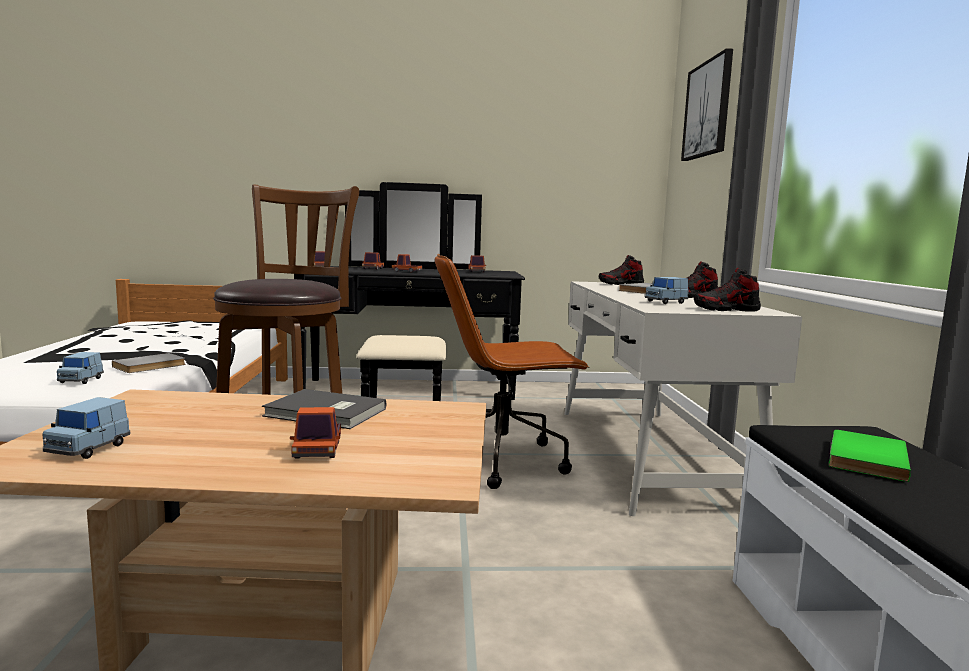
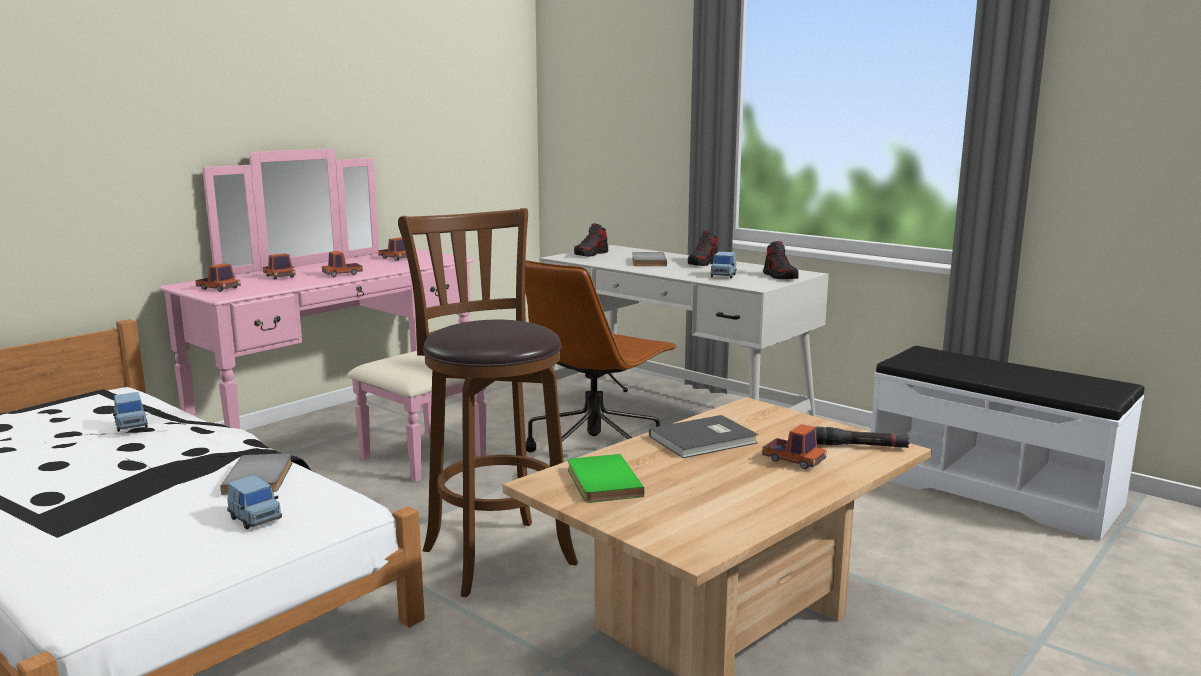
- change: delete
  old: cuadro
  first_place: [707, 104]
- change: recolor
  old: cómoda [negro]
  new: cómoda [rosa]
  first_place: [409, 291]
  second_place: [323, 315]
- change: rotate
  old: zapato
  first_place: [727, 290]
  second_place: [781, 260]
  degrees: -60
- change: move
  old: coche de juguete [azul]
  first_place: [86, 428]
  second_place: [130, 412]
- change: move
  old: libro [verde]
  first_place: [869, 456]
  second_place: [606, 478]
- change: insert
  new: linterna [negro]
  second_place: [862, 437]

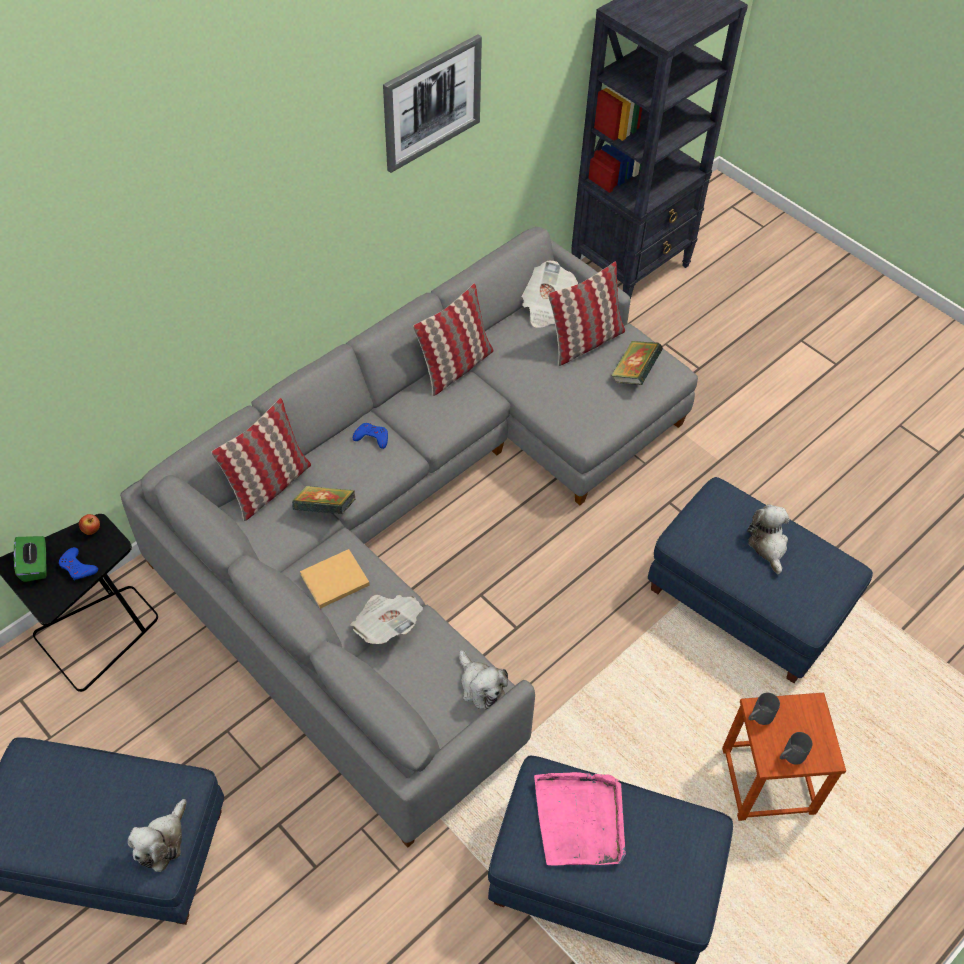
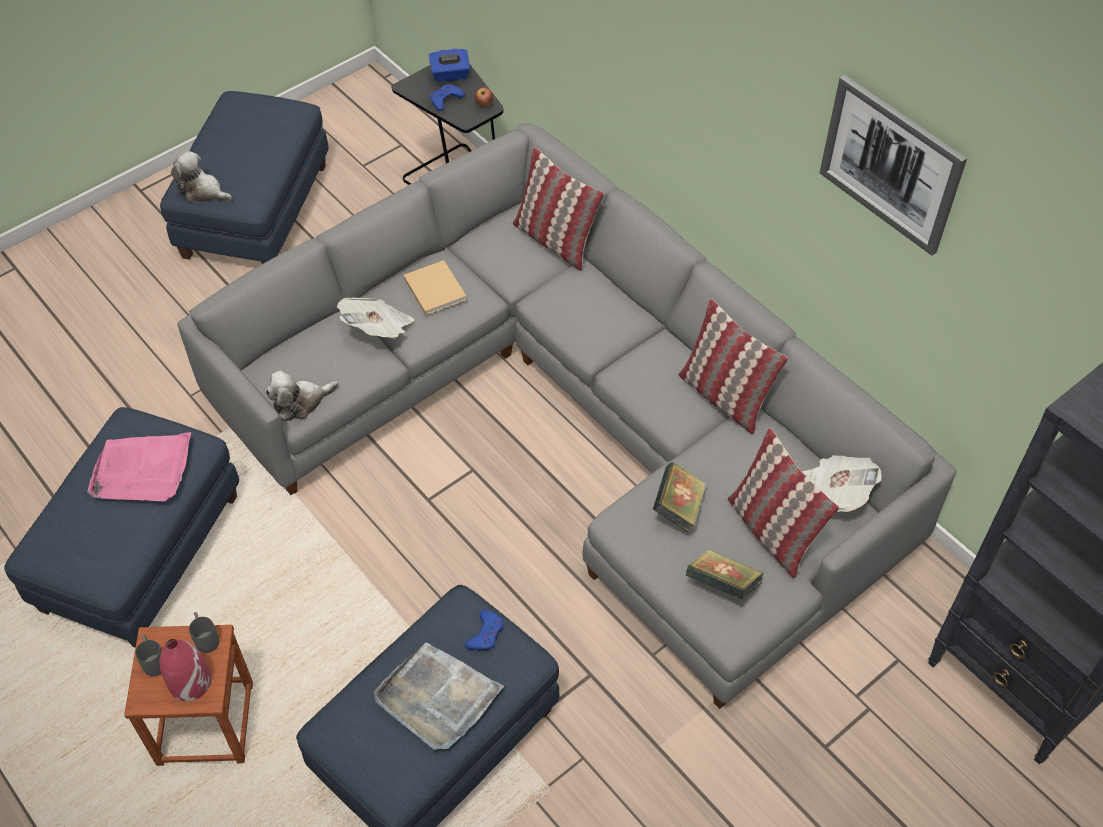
- change: move
  old: mando de consola [azul]
  first_place: [370, 436]
  second_place: [484, 630]
- change: move
  old: libro
  first_place: [323, 500]
  second_place: [680, 497]
- change: replace
  old: peluche
  new: bandeja [gris]
  first_place: [768, 539]
  second_place: [439, 696]
- change: recolor
  old: caja de pañuelos [verde]
  new: caja de pañuelos [azul]
  first_place: [30, 559]
  second_place: [449, 65]
- change: insert
  new: florero [rojo]
  second_place: [185, 670]

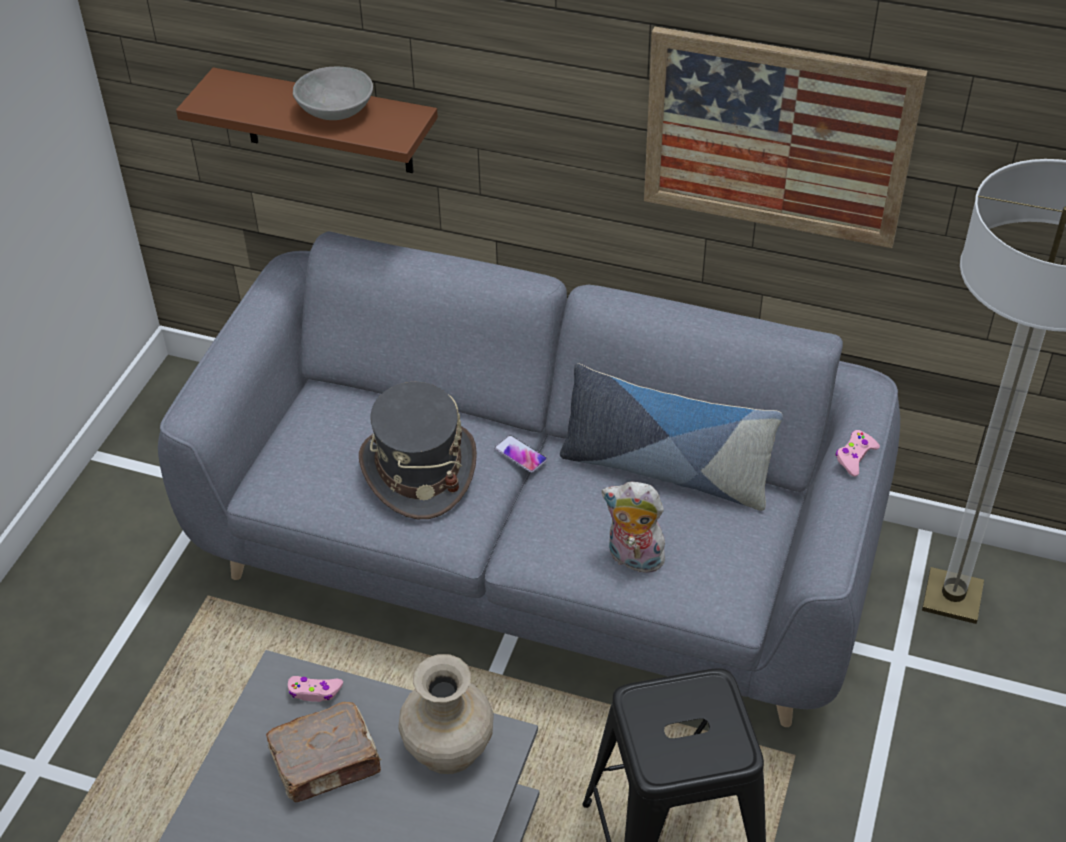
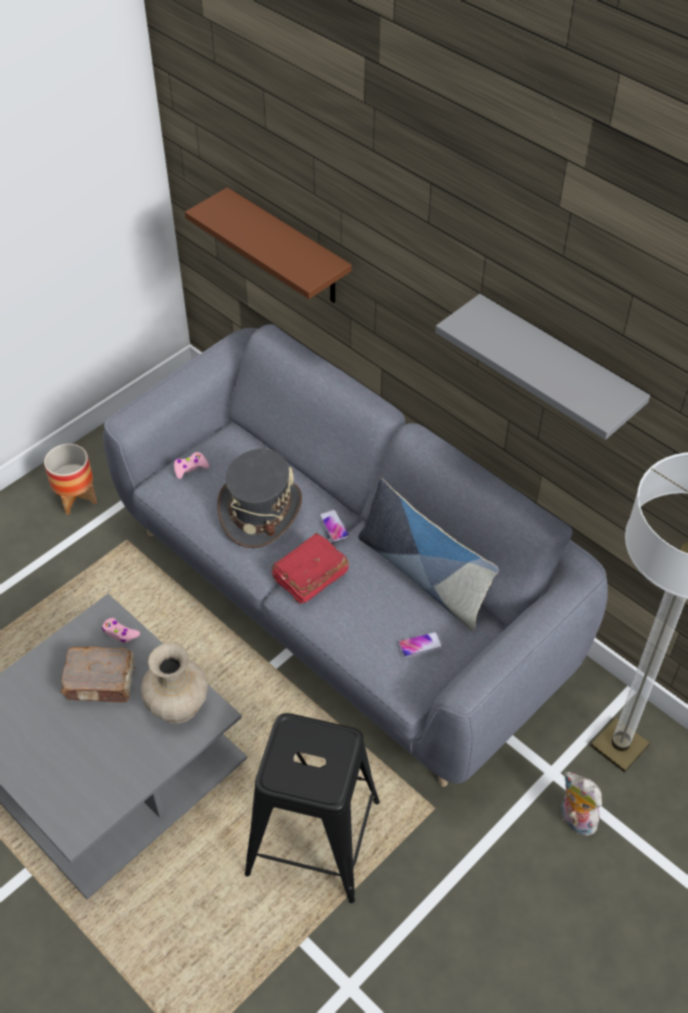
- change: replace
  old: cuadro
  new: estante [gris]
  first_place: [785, 137]
  second_place: [542, 367]
- change: delete
  old: cuenco [gris]
  first_place: [333, 93]
- change: move
  old: mando de consola [rosa]
  first_place: [858, 453]
  second_place: [191, 465]
- change: move
  old: peluche
  first_place: [635, 529]
  second_place: [581, 804]
- change: insert
  new: maceta
  second_place: [70, 479]
- change: insert
  new: libro [rojo]
  second_place: [310, 568]
- change: insert
  new: móvil
  second_place: [420, 644]

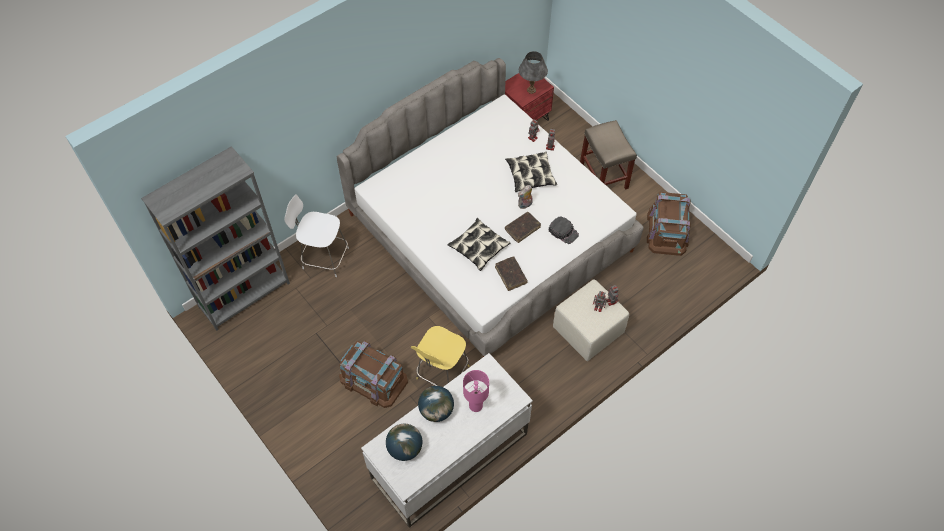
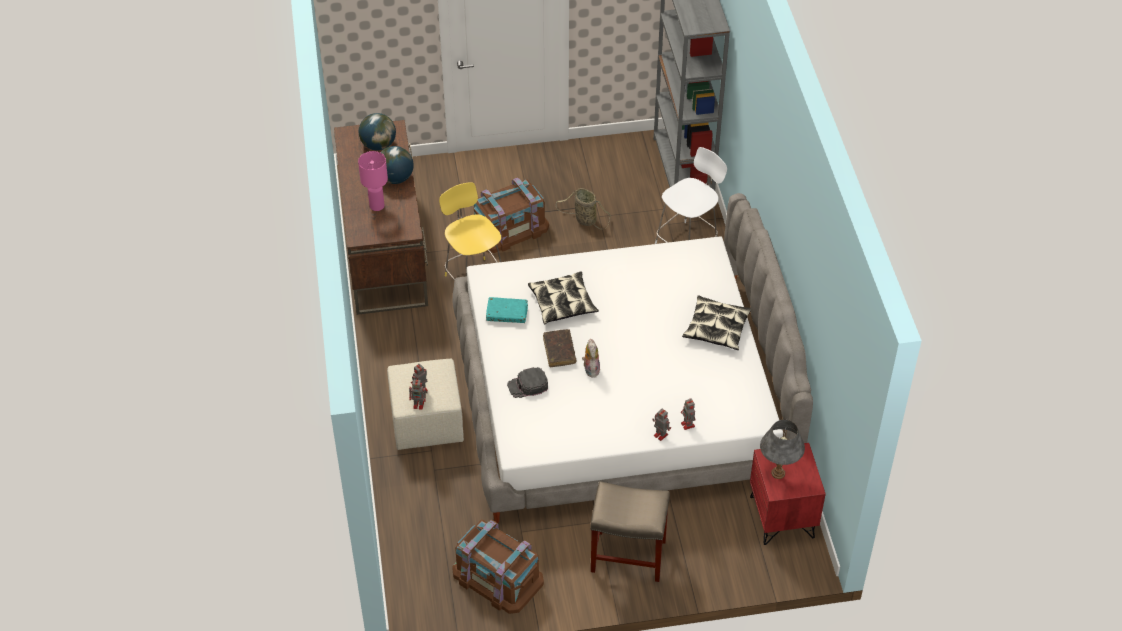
- change: move
  old: cojín
  first_place: [531, 171]
  second_place: [716, 322]
- change: recolor
  old: libro [marrón]
  new: libro [turquesa]
  first_place: [511, 274]
  second_place: [507, 310]
- change: recolor
  old: escritorio [blanco]
  new: escritorio [marrón]
  first_place: [447, 440]
  second_place: [381, 217]
- change: insert
  new: cesta
  second_place: [583, 208]

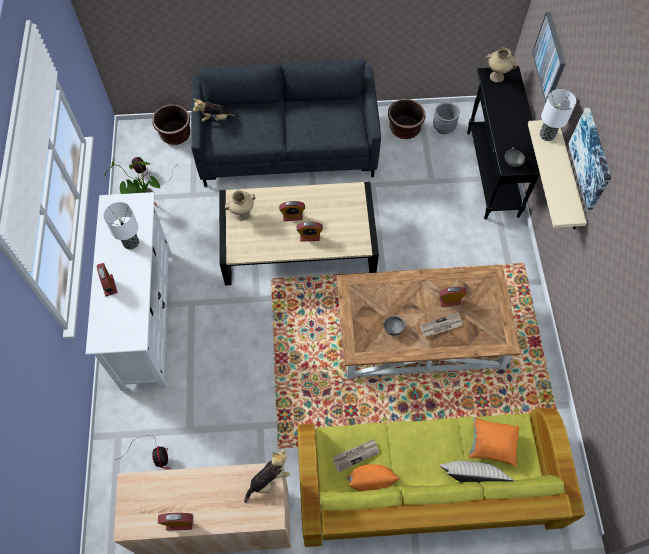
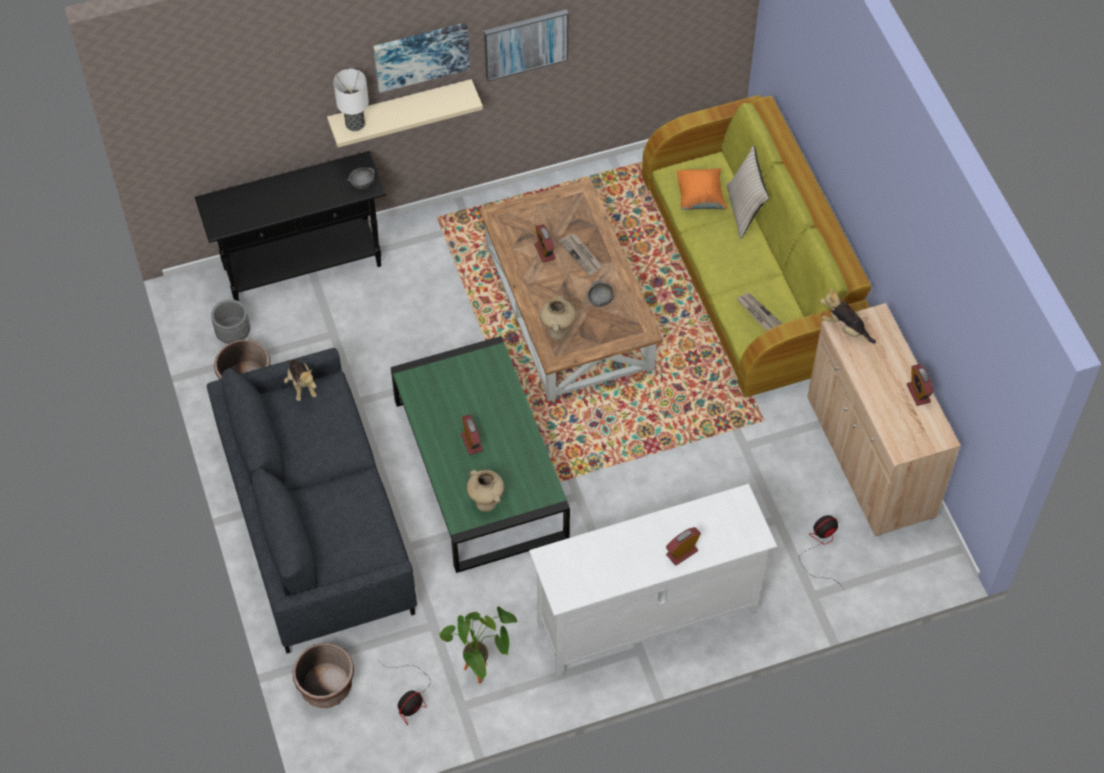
- change: move
  old: cuadro
  first_place: [549, 57]
  second_place: [526, 45]
- change: move
  old: florero [beis]
  first_place: [501, 65]
  second_place: [558, 317]
- change: move
  old: peluche
  first_place: [215, 110]
  second_place: [300, 380]
- change: recolor
  old: mesa de centro [beis]
  new: mesa de centro [verde]
  first_place: [299, 233]
  second_place: [480, 454]
- change: delete
  old: lámpara de mesa
  first_place: [121, 226]
- change: delete
  old: despertador
  first_place: [310, 232]
- change: delete
  old: cojín [naranja]
  first_place: [373, 477]

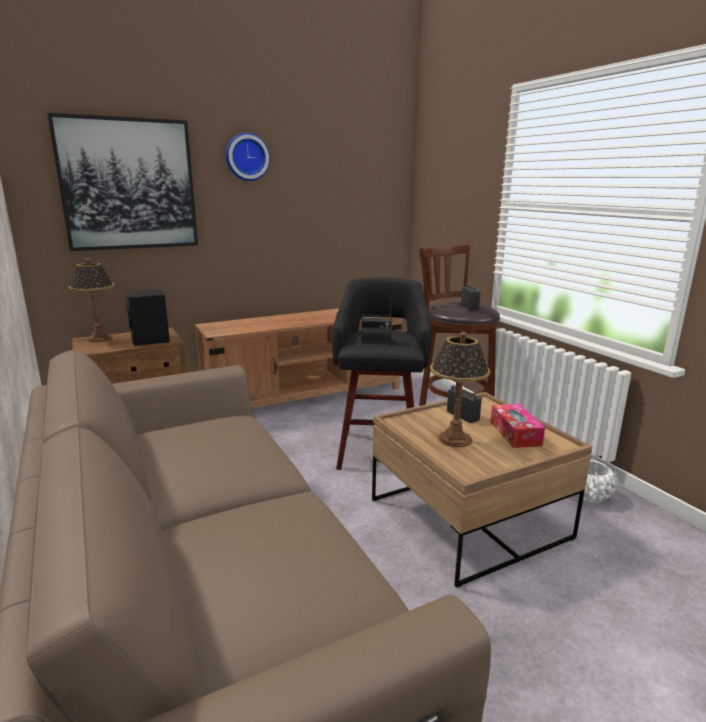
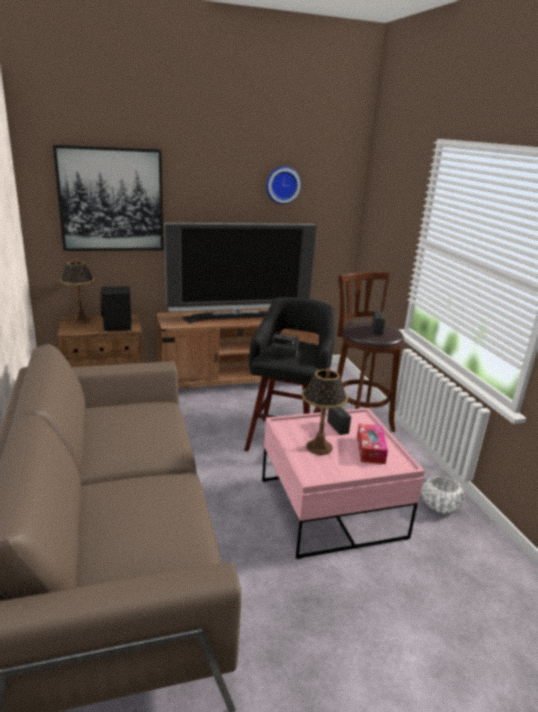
- change: move
  old: reloj de pared
  first_place: [248, 157]
  second_place: [283, 185]
- change: recolor
  old: mesa de centro [marrón]
  new: mesa de centro [rosa]
  first_place: [482, 490]
  second_place: [343, 483]
- change: insert
  new: televisor
  second_place: [240, 272]

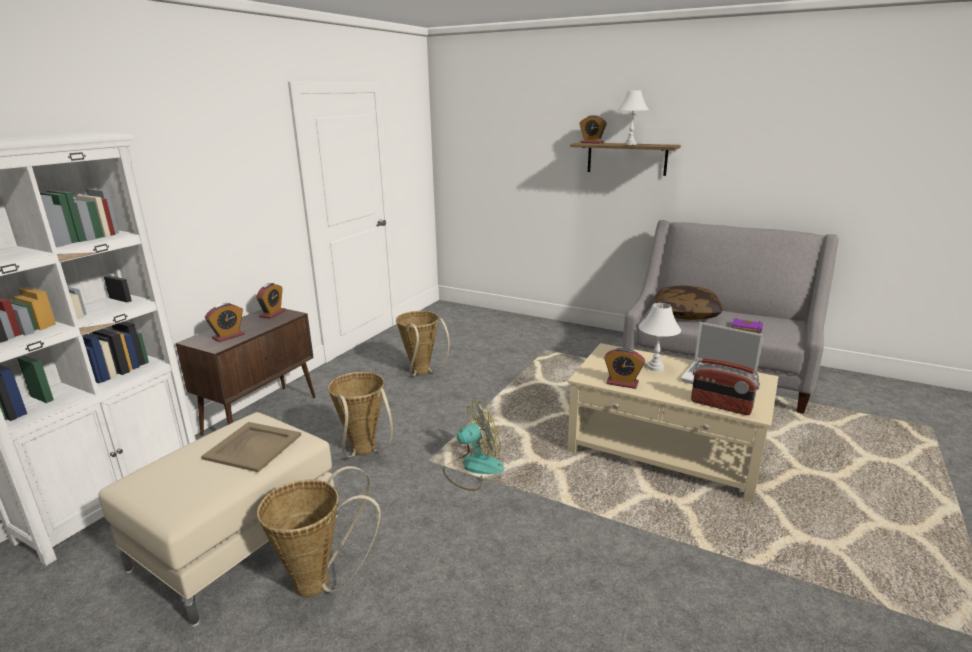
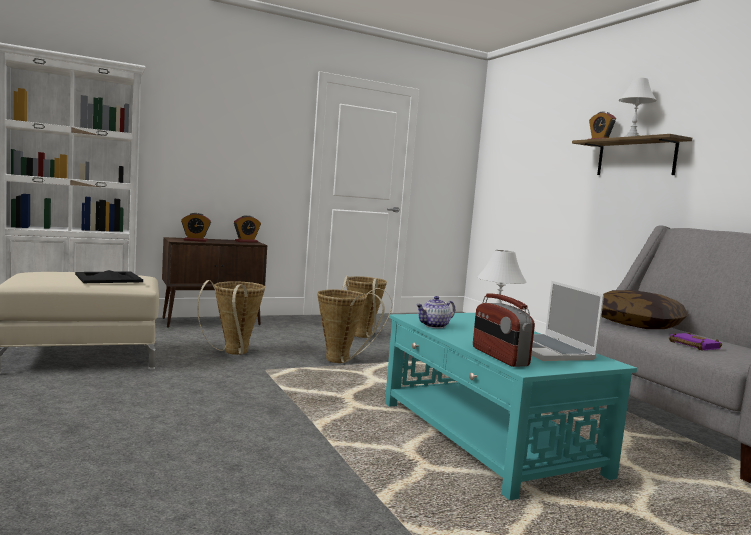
- change: recolor
  old: mesa de centro [beis]
  new: mesa de centro [turquesa]
  first_place: [673, 422]
  second_place: [511, 406]
- change: replace
  old: despertador
  new: tetera
  first_place: [624, 368]
  second_place: [435, 312]
- change: delete
  old: ventilador
  first_place: [473, 446]
- change: recolor
  old: bandeja [beis]
  new: bandeja [negro]
  first_place: [251, 447]
  second_place: [109, 276]
- change: move
  old: cesta
  first_place: [318, 531]
  second_place: [354, 325]

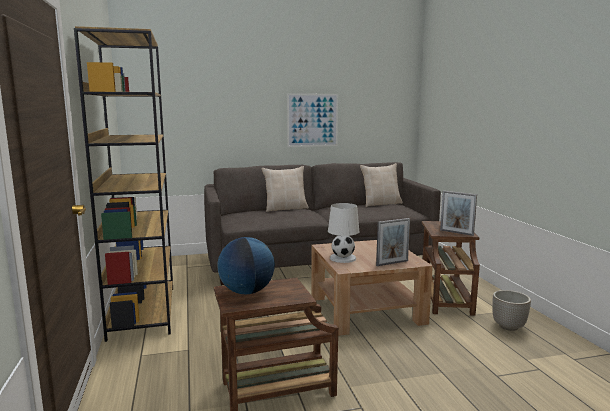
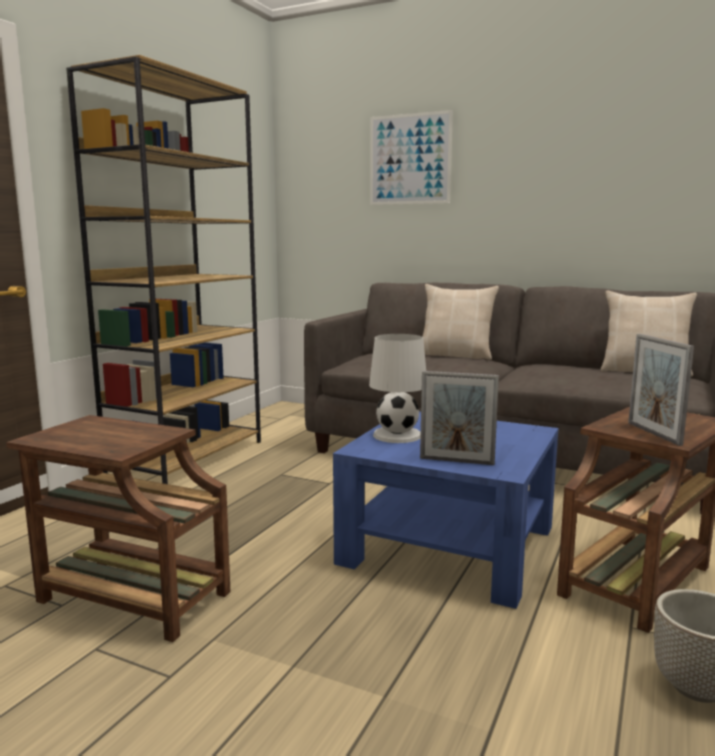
- change: move
  old: cuadro
  first_place: [312, 120]
  second_place: [411, 157]
- change: delete
  old: globo terráqueo
  first_place: [246, 265]
- change: recolor
  old: mesa de centro [marrón]
  new: mesa de centro [azul]
  first_place: [372, 288]
  second_place: [445, 510]

